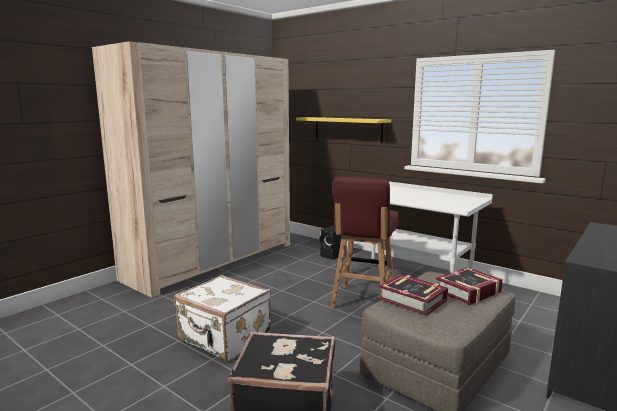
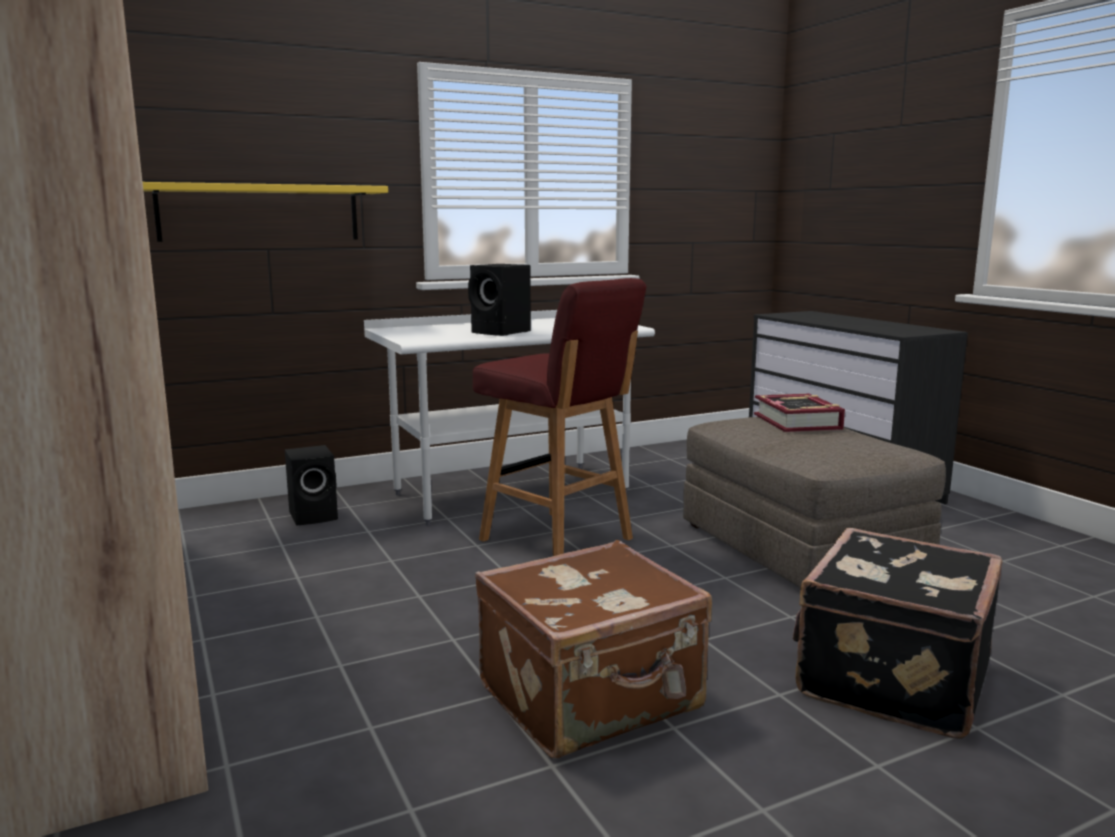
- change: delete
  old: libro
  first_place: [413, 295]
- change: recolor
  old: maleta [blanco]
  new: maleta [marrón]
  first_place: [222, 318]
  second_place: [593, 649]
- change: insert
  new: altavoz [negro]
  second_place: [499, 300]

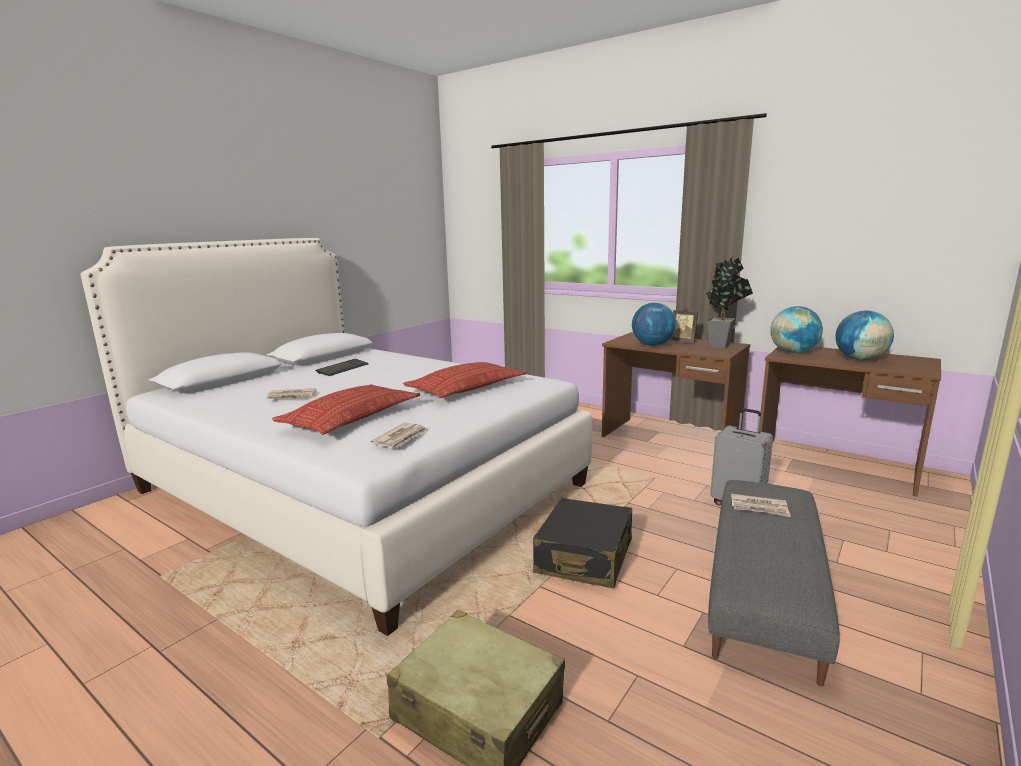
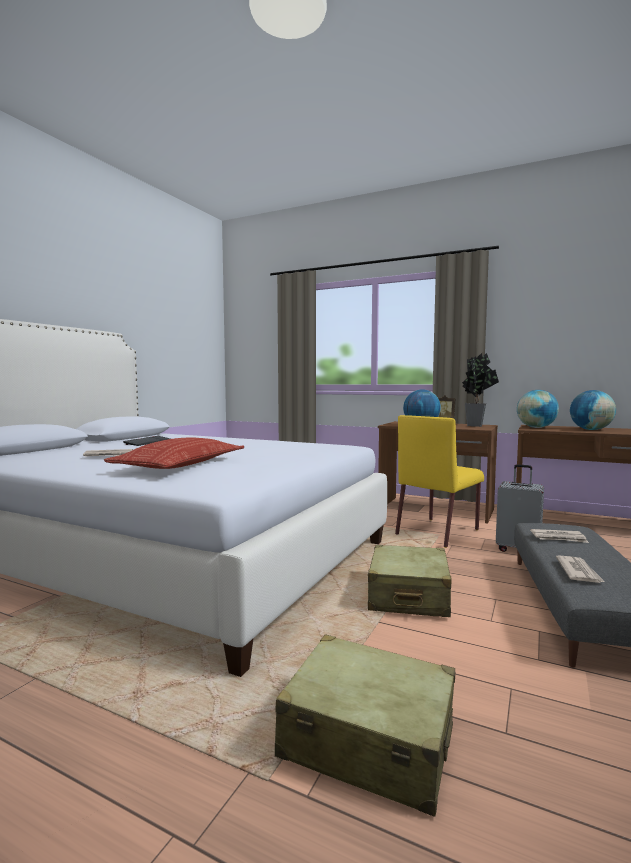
- change: delete
  old: cojín
  first_place: [464, 380]
- change: move
  old: periódico
  first_place: [399, 435]
  second_place: [580, 569]
- change: recolor
  old: maleta [negro]
  new: maleta [beis]
  first_place: [582, 543]
  second_place: [410, 581]
- change: insert
  new: silla [amarillo]
  second_place: [439, 481]

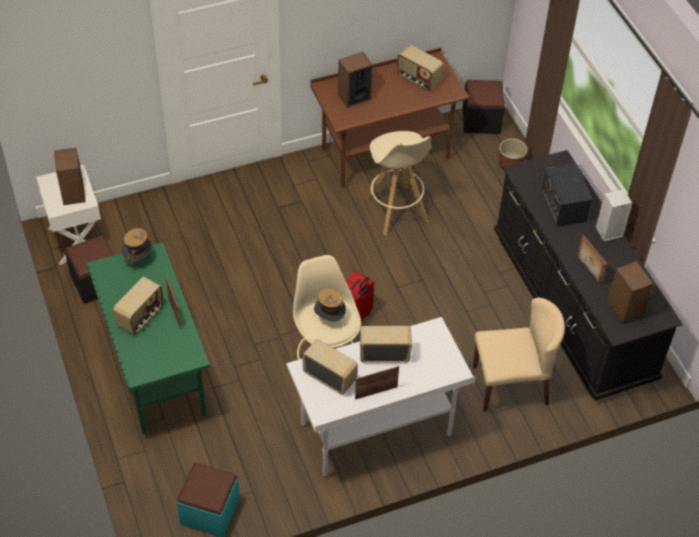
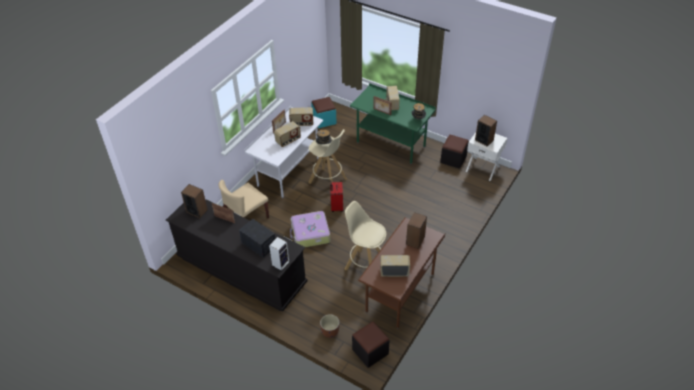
- change: move
  old: altavoz
  first_place: [614, 215]
  second_place: [279, 254]
- change: insert
  new: maleta
  second_place: [310, 229]

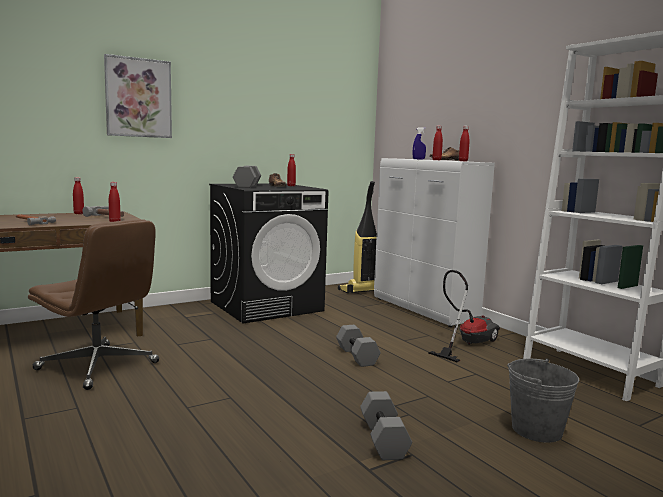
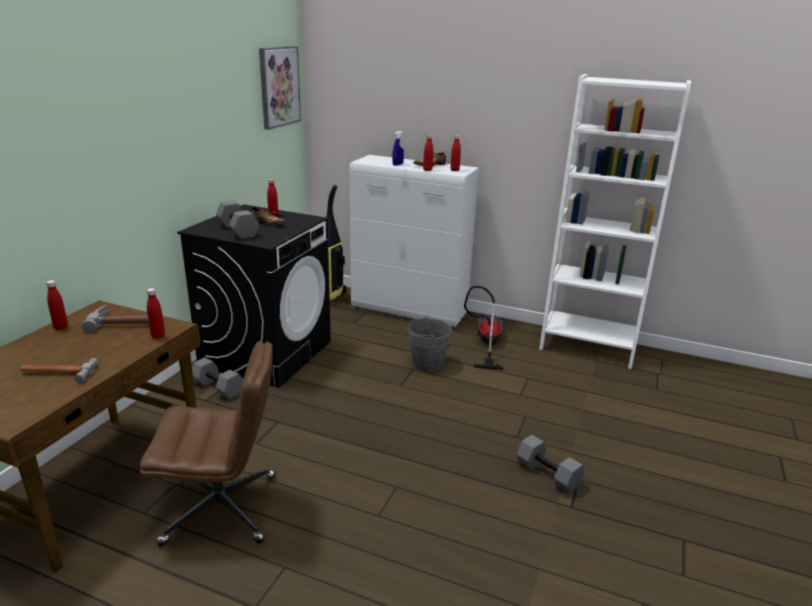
- change: move
  old: cuadro
  first_place: [138, 96]
  second_place: [280, 88]
- change: move
  old: mancuerna [gris]
  first_place: [358, 346]
  second_place: [217, 378]
- change: move
  old: cubo [gris]
  first_place: [543, 400]
  second_place: [429, 344]

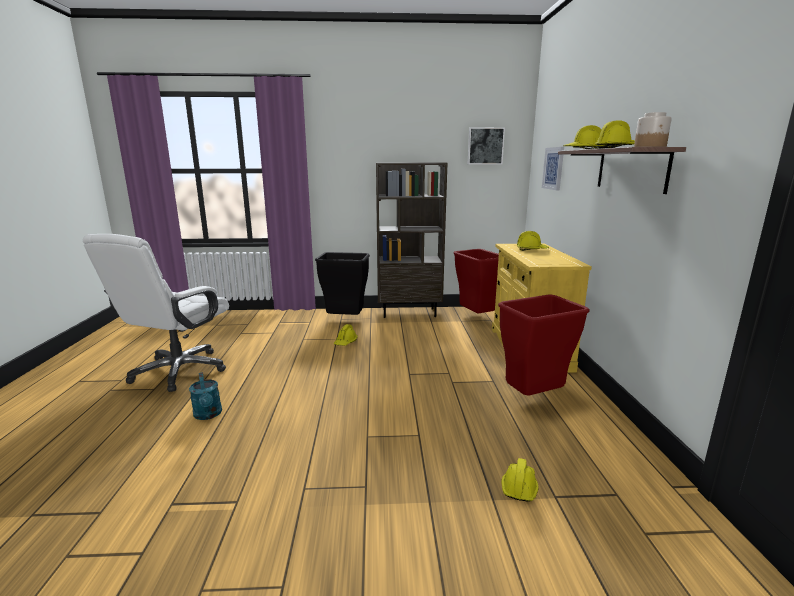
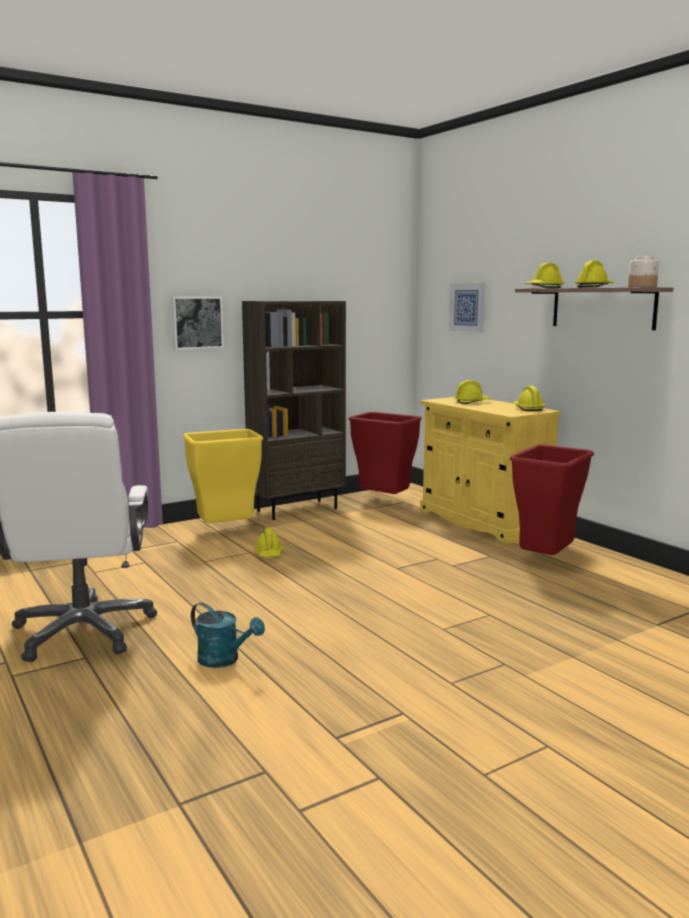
- change: move
  old: cuadro
  first_place: [486, 145]
  second_place: [197, 323]
- change: recolor
  old: papelera [negro]
  new: papelera [amarillo]
  first_place: [342, 283]
  second_place: [223, 476]
- change: move
  old: casco [amarillo]
  first_place: [520, 480]
  second_place: [529, 398]

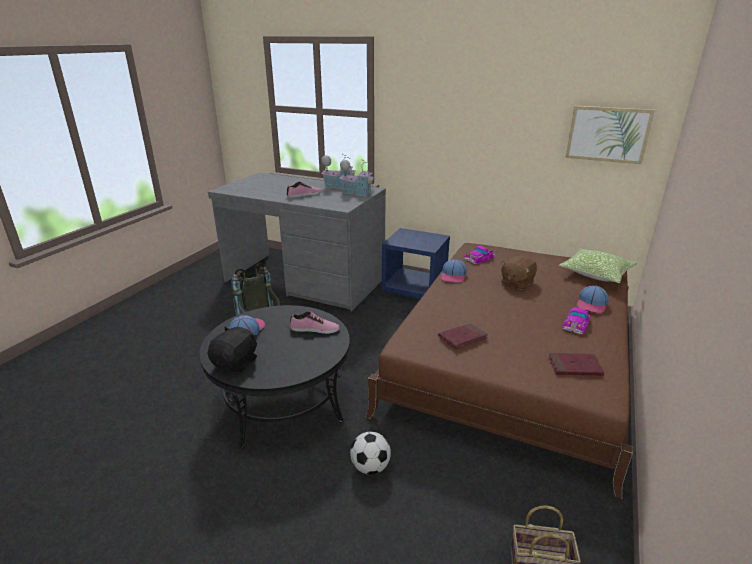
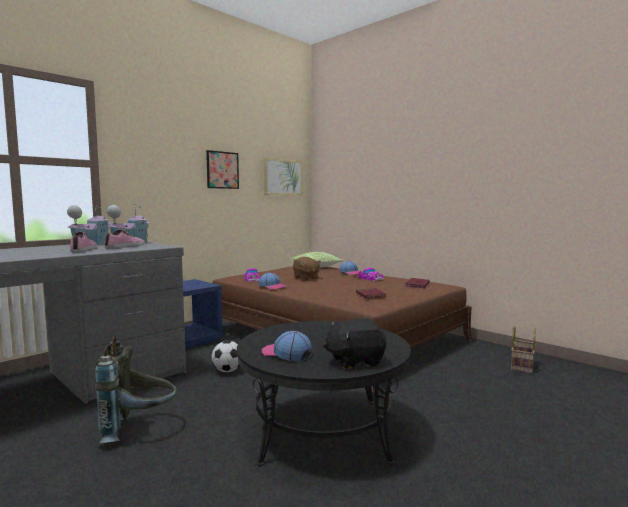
- change: move
  old: zapato
  first_place: [315, 322]
  second_place: [124, 239]
- change: rotate
  old: peluche [negro]
  first_place: [232, 349]
  second_place: [354, 343]
  degrees: -60
- change: move
  old: balón de fútbol
  first_place: [370, 453]
  second_place: [226, 356]
- change: insert
  new: cuadro
  second_place: [222, 169]

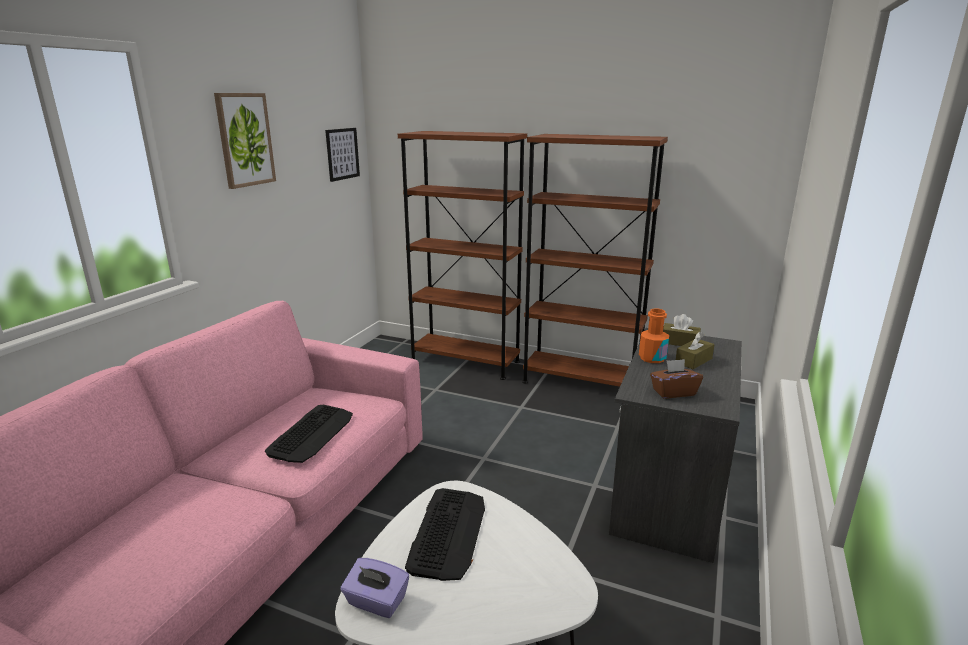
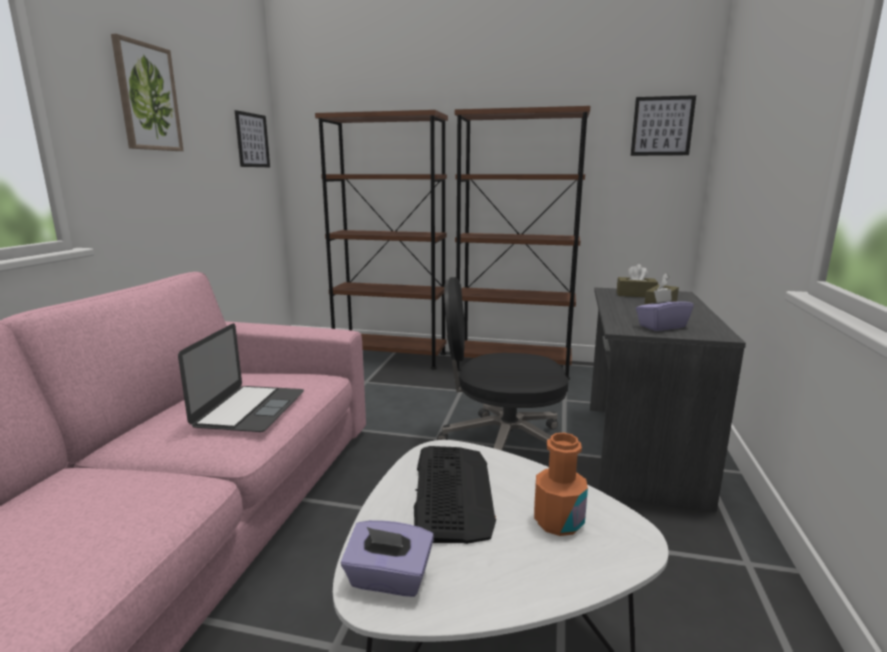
- change: move
  old: botella [naranja]
  first_place: [654, 336]
  second_place: [561, 484]
- change: recolor
  old: caja de pañuelos [marrón]
  new: caja de pañuelos [morado]
  first_place: [676, 378]
  second_place: [665, 310]
- change: replace
  old: teclado
  new: portátil
  first_place: [309, 434]
  second_place: [241, 377]
- change: insert
  new: cuadro
  second_place: [663, 125]
- change: insert
  new: silla de oficina [negro]
  second_place: [502, 364]

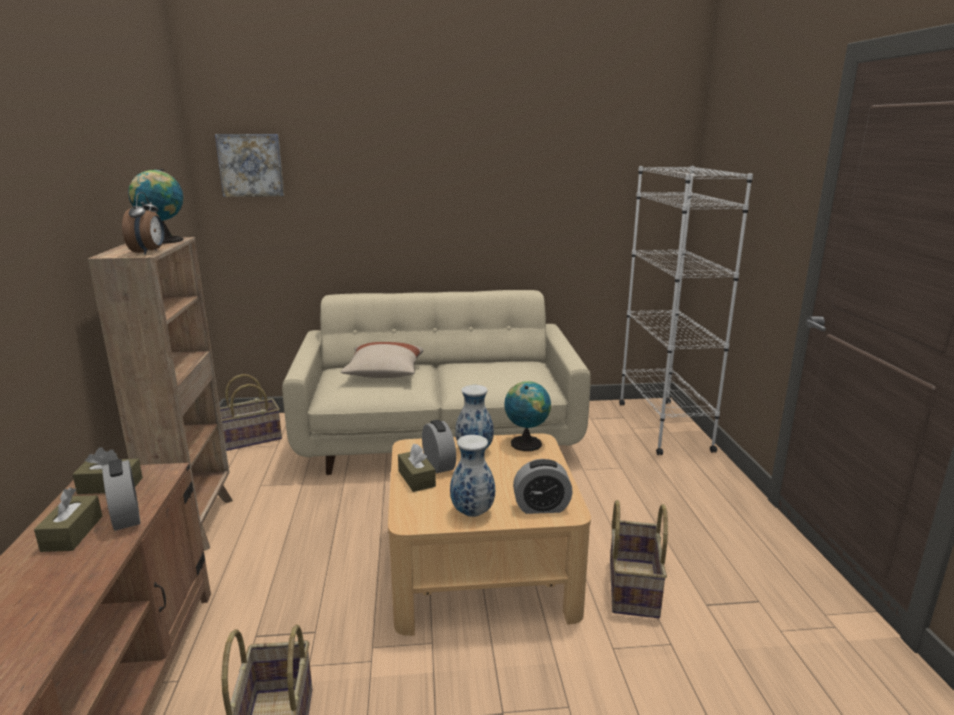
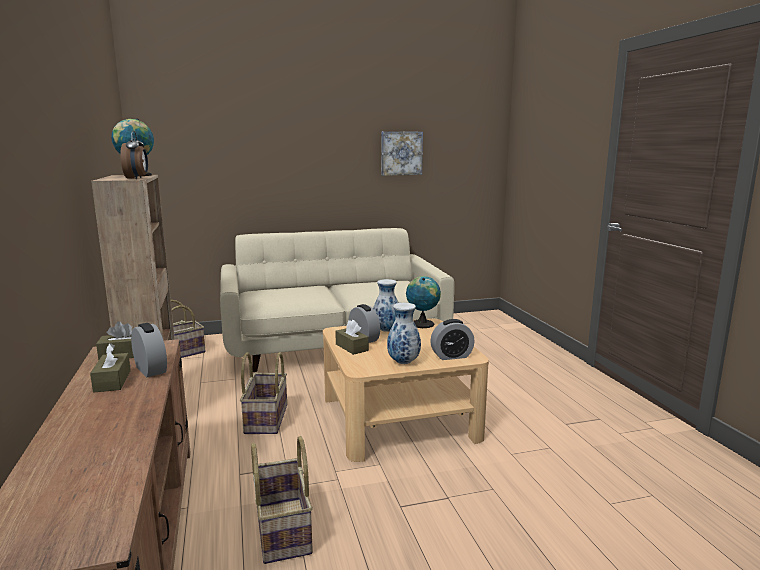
- change: move
  old: cuadro
  first_place: [249, 165]
  second_place: [402, 153]
- change: delete
  old: estantería [blanco]
  first_place: [686, 310]
- change: delete
  old: cojín [beis]
  first_place: [382, 360]
- change: move
  old: cesta
  first_place: [639, 559]
  second_place: [263, 393]

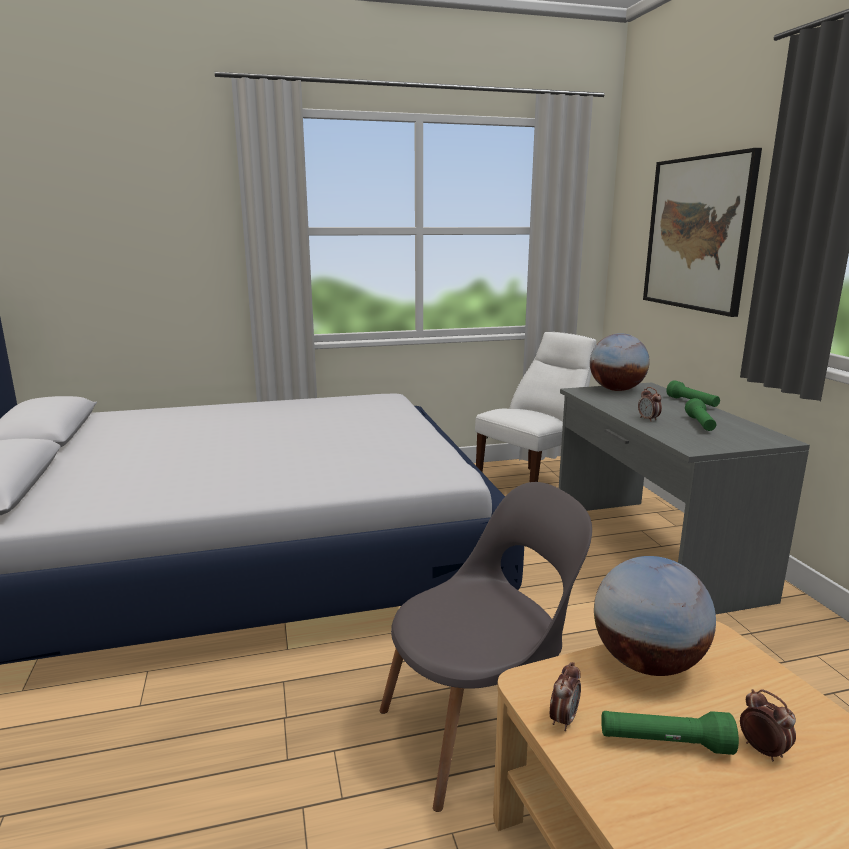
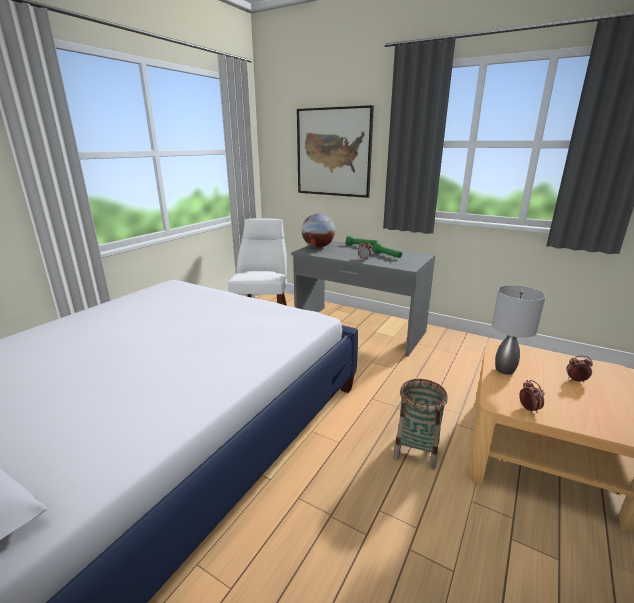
- change: replace
  old: silla [gris]
  new: cesta
  first_place: [485, 647]
  second_place: [420, 424]
- change: replace
  old: globo terráqueo
  new: lámpara de mesa [gris]
  first_place: [655, 616]
  second_place: [519, 330]
- change: delete
  old: linterna [verde]
  first_place: [670, 733]

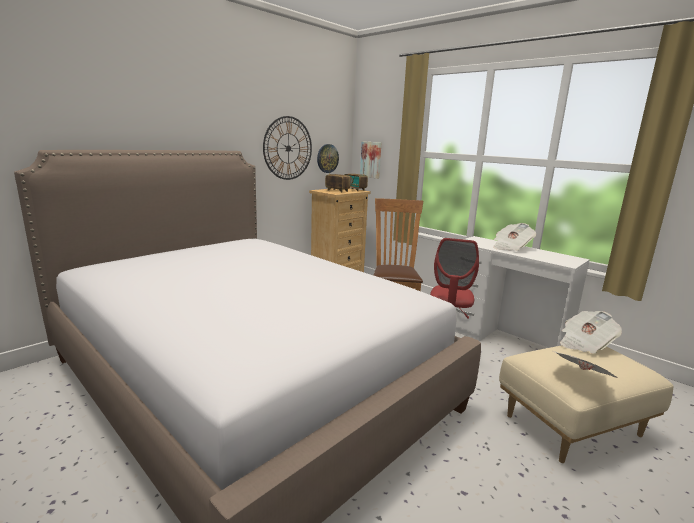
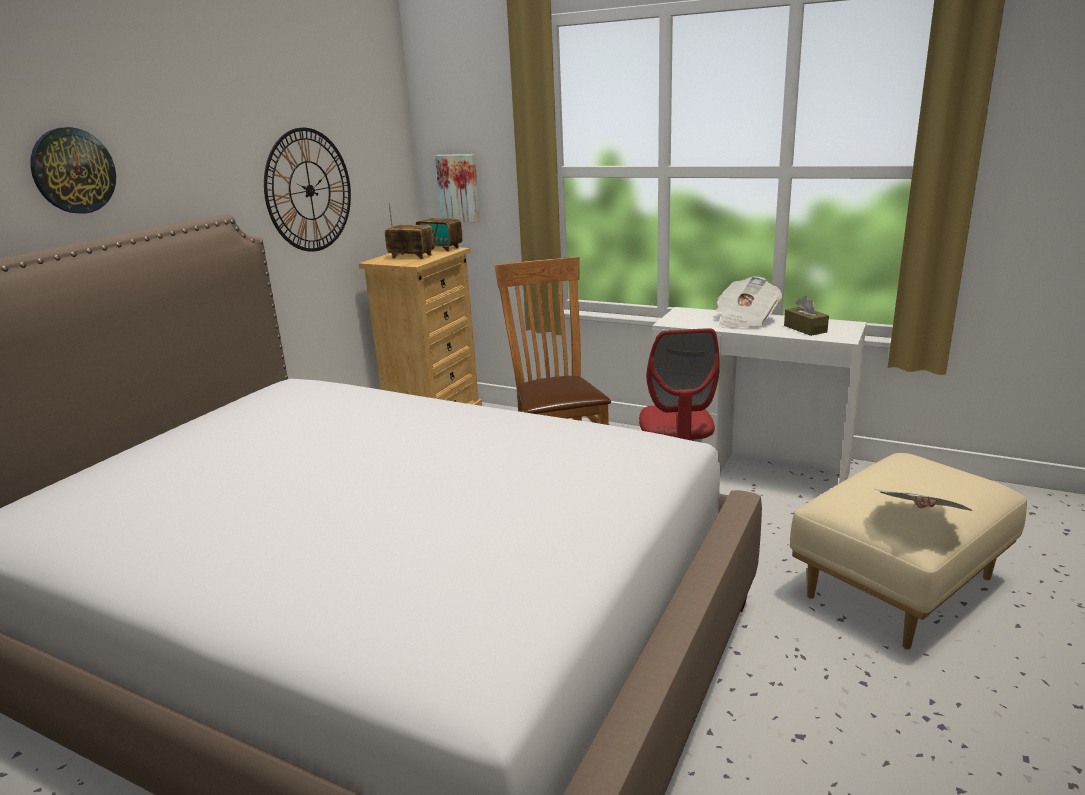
- change: move
  old: reloj de pared
  first_place: [328, 158]
  second_place: [73, 170]
- change: delete
  old: periódico
  first_place: [591, 332]
- change: insert
  new: caja de pañuelos [marrón]
  second_place: [806, 316]

